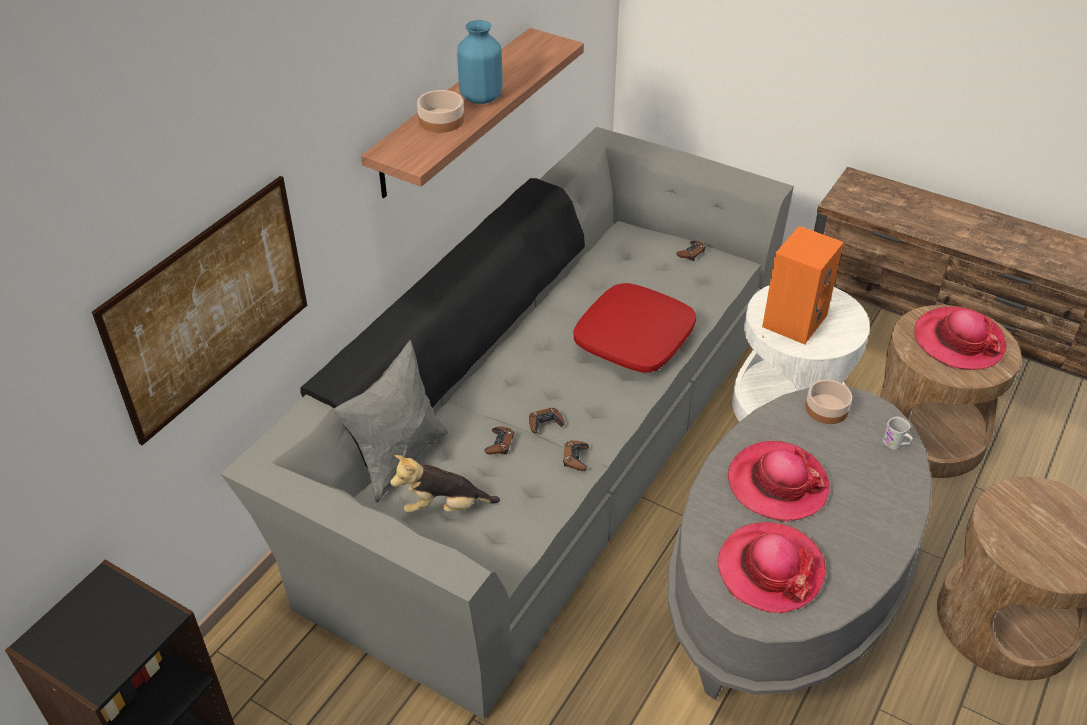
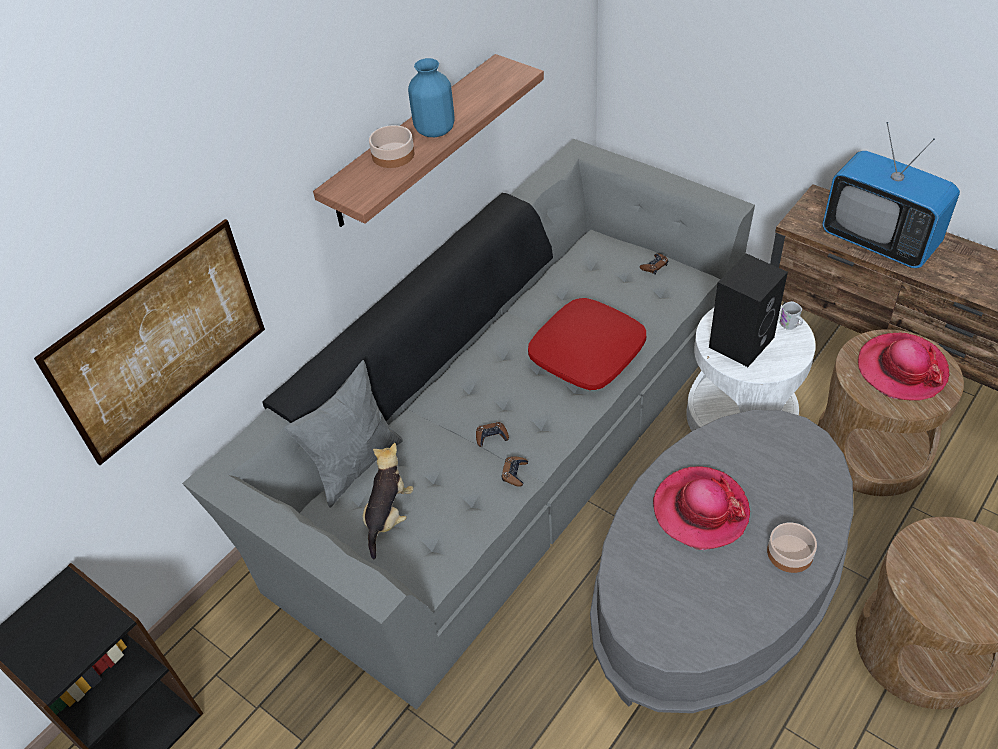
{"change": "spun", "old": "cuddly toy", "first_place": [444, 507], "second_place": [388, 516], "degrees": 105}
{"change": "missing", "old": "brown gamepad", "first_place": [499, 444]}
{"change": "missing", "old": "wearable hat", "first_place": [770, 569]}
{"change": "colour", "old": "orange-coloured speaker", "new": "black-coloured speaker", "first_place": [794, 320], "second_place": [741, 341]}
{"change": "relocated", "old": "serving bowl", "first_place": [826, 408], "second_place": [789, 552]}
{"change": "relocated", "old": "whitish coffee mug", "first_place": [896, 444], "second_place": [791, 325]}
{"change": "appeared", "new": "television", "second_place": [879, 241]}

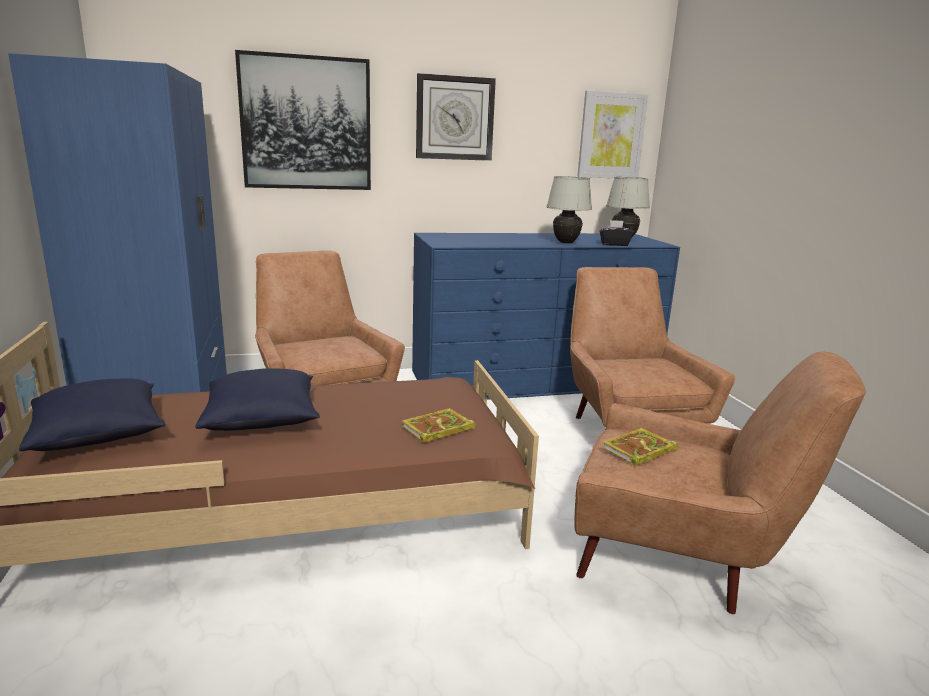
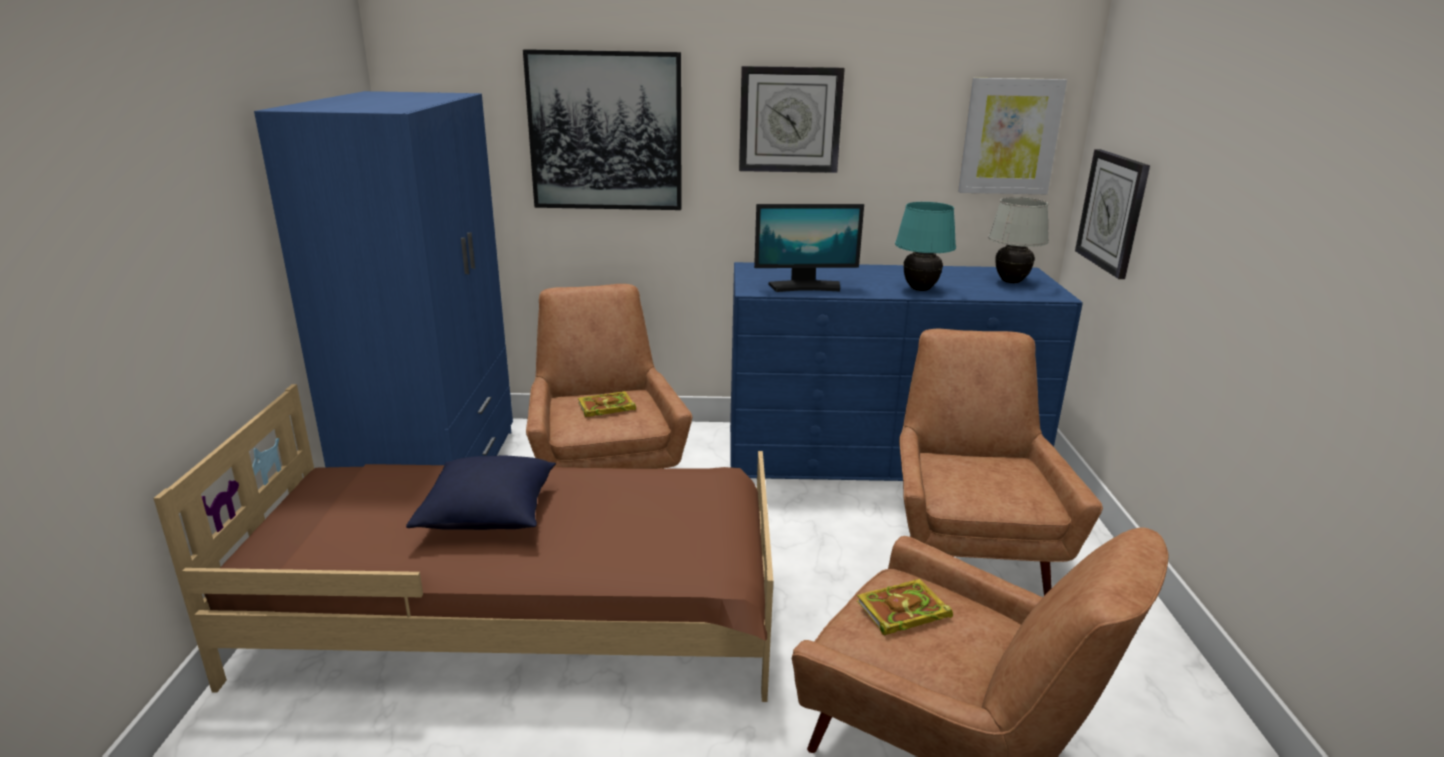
{"change": "missing", "old": "bluish cushion", "first_place": [99, 436]}
{"change": "relocated", "old": "book", "first_place": [436, 429], "second_place": [605, 408]}
{"change": "colour", "old": "whitish table lamp", "new": "turquoise-coloured table lamp", "first_place": [565, 243], "second_place": [919, 289]}
{"change": "missing", "old": "black-coloured box of tissues", "first_place": [614, 244]}
{"change": "appeared", "new": "computer display", "second_place": [805, 286]}
{"change": "appeared", "new": "wall clock", "second_place": [1112, 212]}

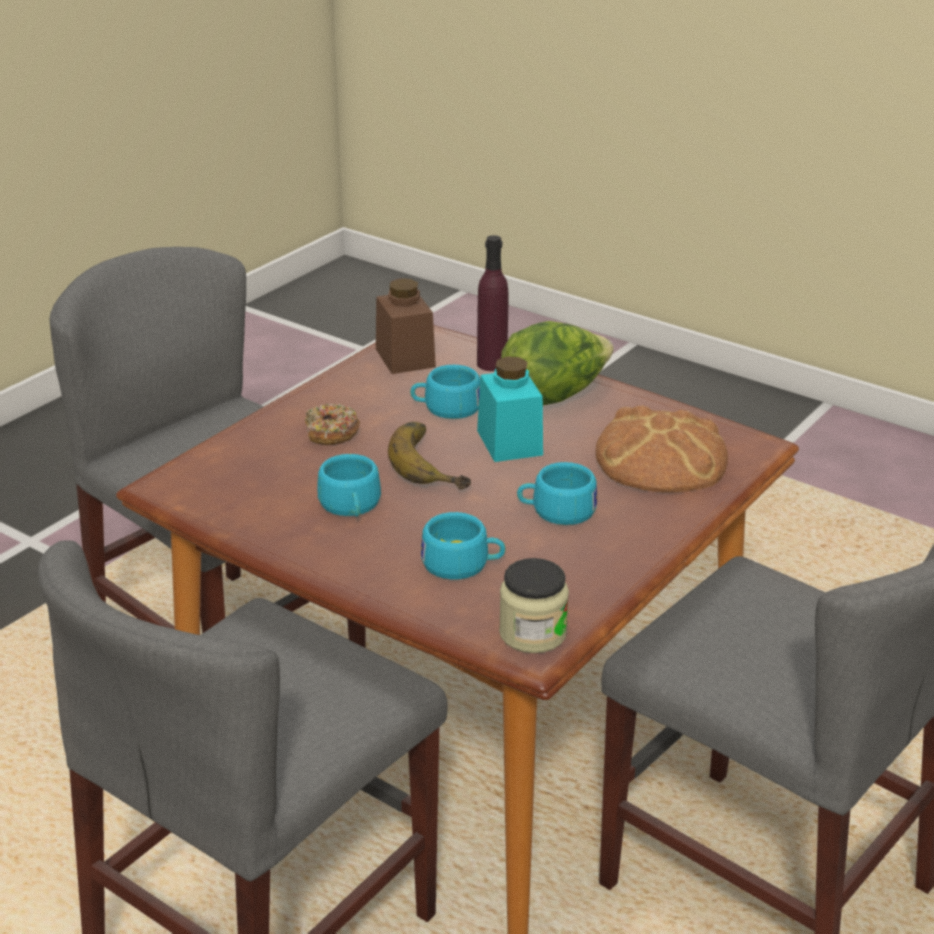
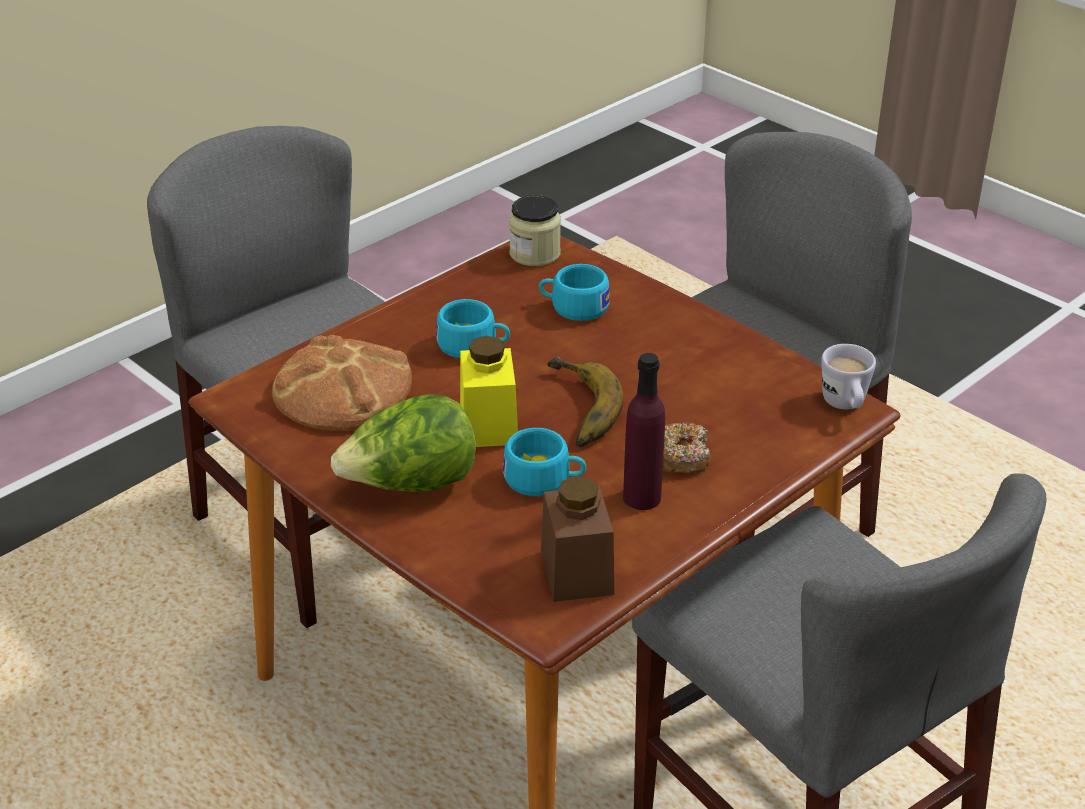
{"change": "missing", "old": "turquoise-coloured cup", "first_place": [351, 507]}
{"change": "relocated", "old": "purple-coloured beverage bottle", "first_place": [492, 364], "second_place": [642, 497]}
{"change": "colour", "old": "turquoise-coloured storage jar", "new": "yellow storage jar", "first_place": [509, 443], "second_place": [488, 425]}
{"change": "appeared", "new": "whitish coffee mug", "second_place": [845, 406]}

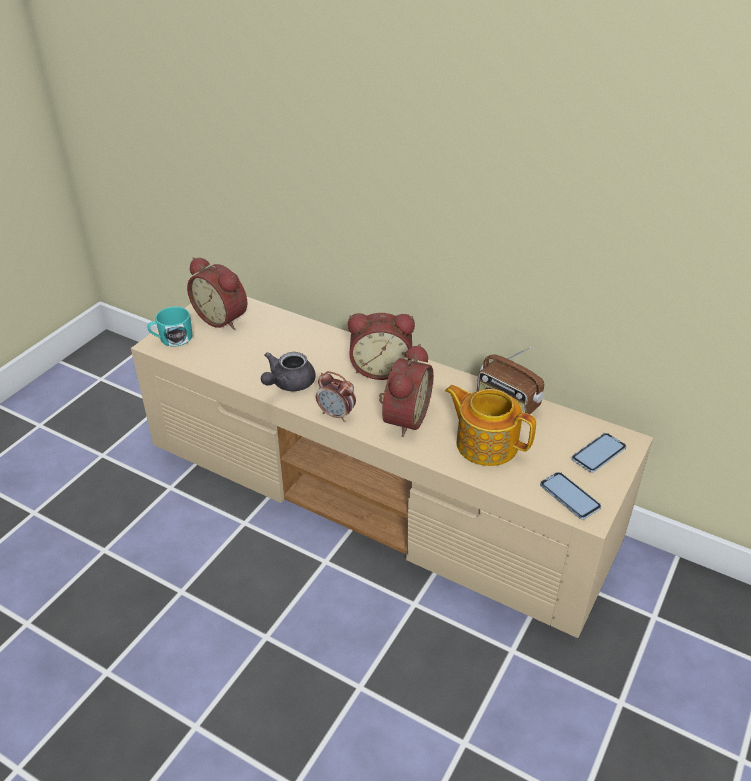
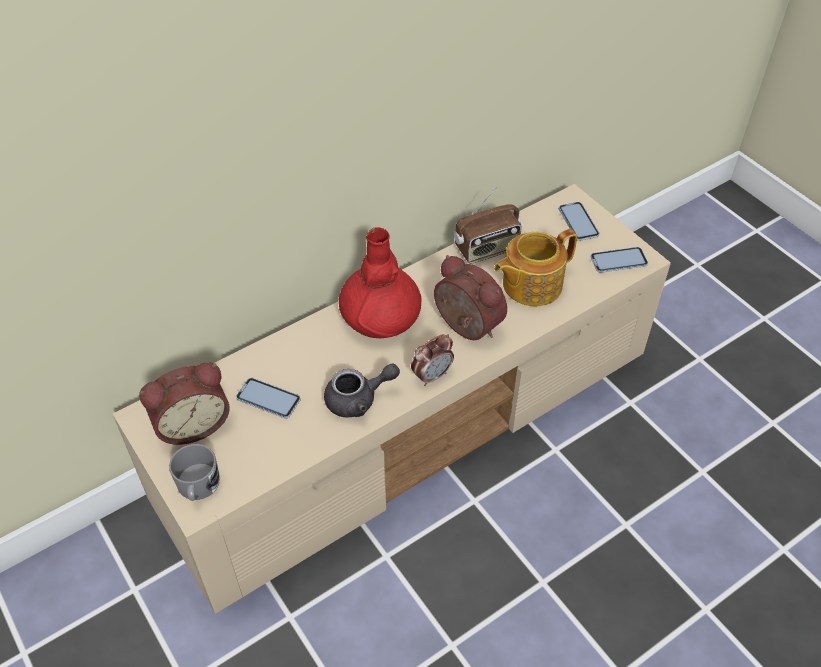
{"change": "colour", "old": "turquoise-coloured coffee mug", "new": "grey coffee mug", "first_place": [172, 338], "second_place": [198, 487]}
{"change": "spun", "old": "grey pot for tea", "first_place": [288, 384], "second_place": [358, 399], "degrees": -75}
{"change": "exchanged", "old": "alarm clock", "new": "reddish flower vase", "first_place": [381, 368], "second_place": [380, 316]}
{"change": "appeared", "new": "handset", "second_place": [268, 399]}

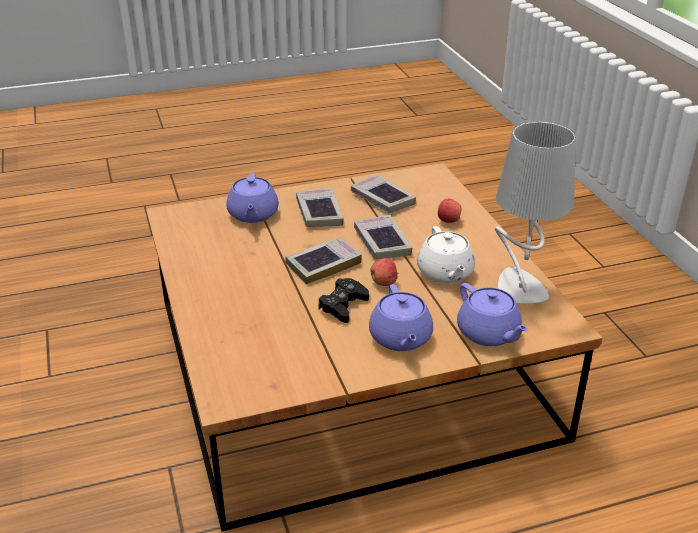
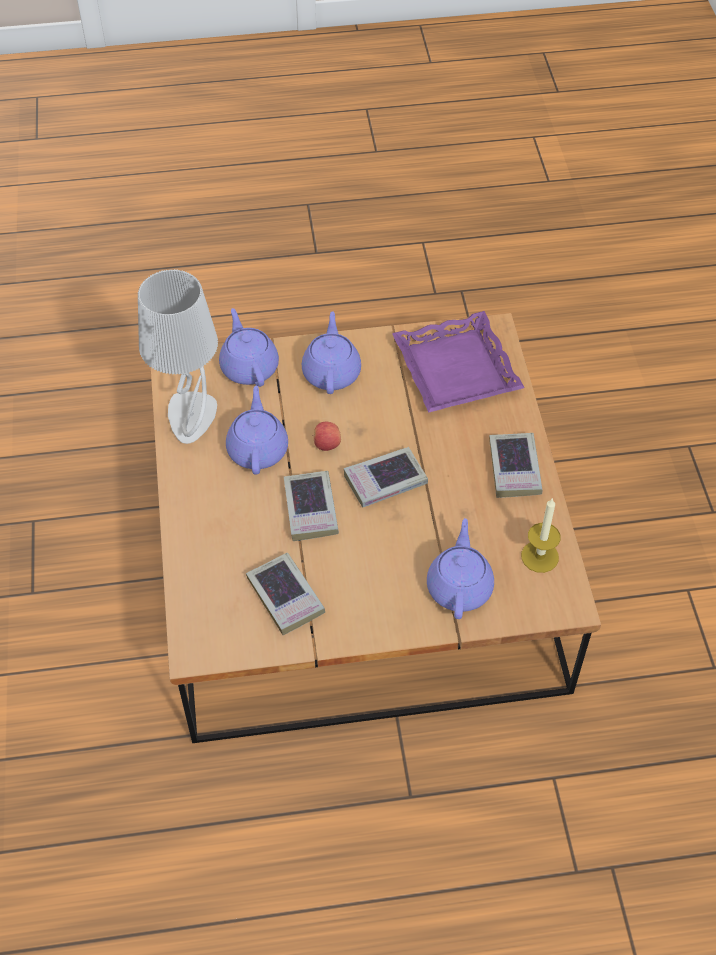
{"change": "relocated", "old": "book", "first_place": [319, 213], "second_place": [514, 468]}
{"change": "missing", "old": "black-coloured gamepad", "first_place": [343, 305]}
{"change": "colour", "old": "whitish pot for tea", "new": "purple-coloured pot for tea", "first_place": [445, 273], "second_place": [258, 449]}
{"change": "missing", "old": "apple", "first_place": [448, 221]}
{"change": "appeared", "new": "purple-coloured serving tray", "second_place": [455, 369]}
{"change": "appeared", "new": "wax light", "second_place": [539, 556]}

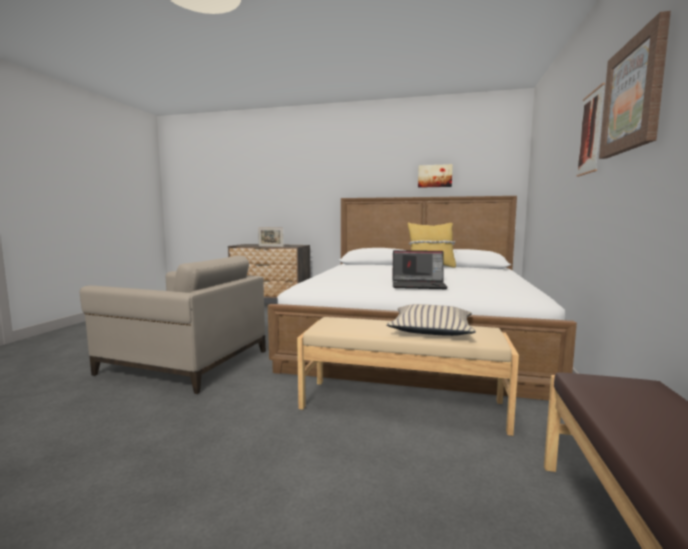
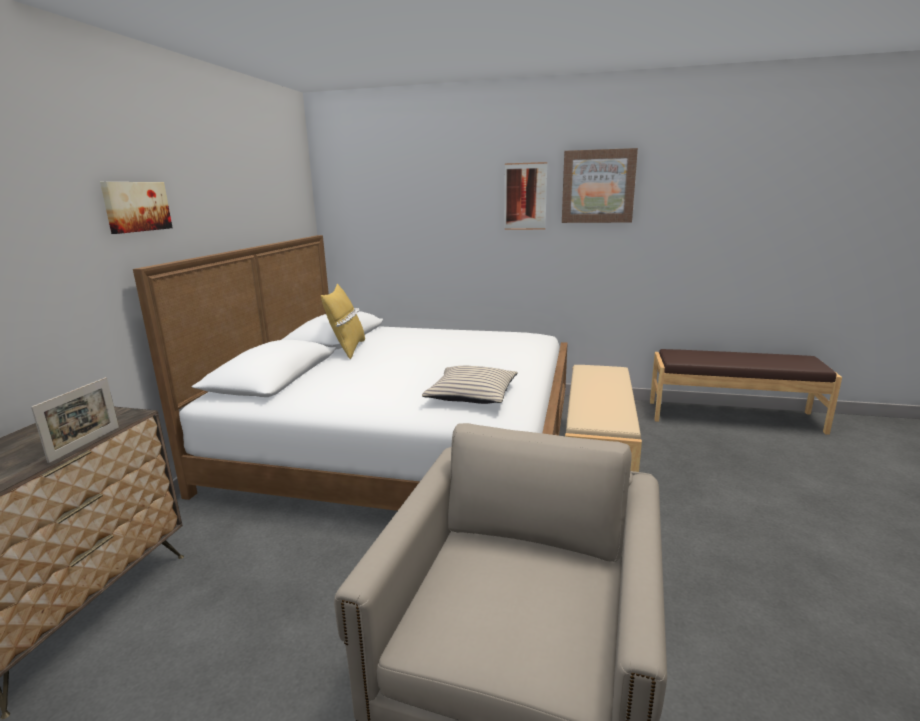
{"change": "relocated", "old": "beige-coloured cushion", "first_place": [431, 330], "second_place": [471, 395]}
{"change": "missing", "old": "notebook computer", "first_place": [419, 285]}
{"change": "relocated", "old": "picture", "first_place": [435, 176], "second_place": [136, 206]}

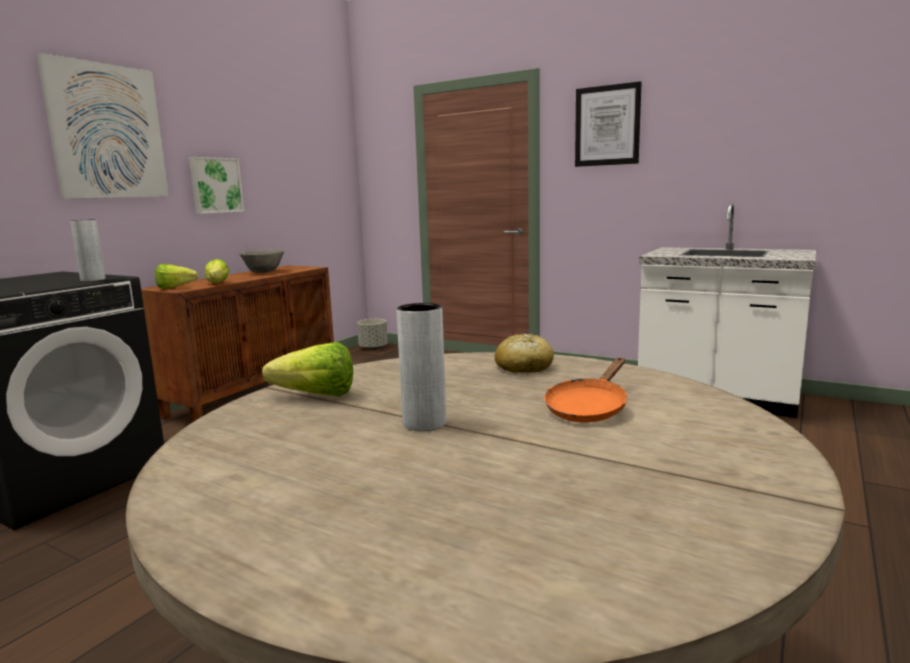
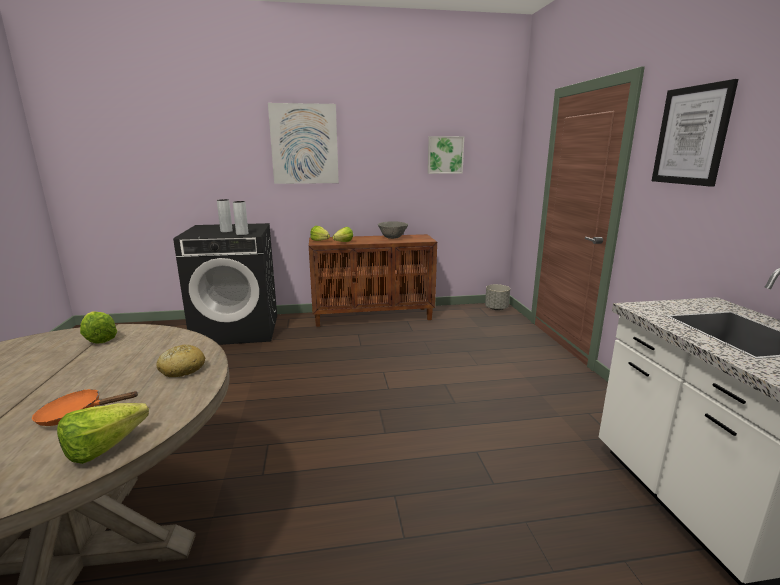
{"change": "relocated", "old": "picture", "first_place": [215, 185], "second_place": [445, 155]}
{"change": "relocated", "old": "grey flower vase", "first_place": [424, 423], "second_place": [226, 231]}
{"change": "appeared", "new": "head of lettuce", "second_place": [112, 445]}

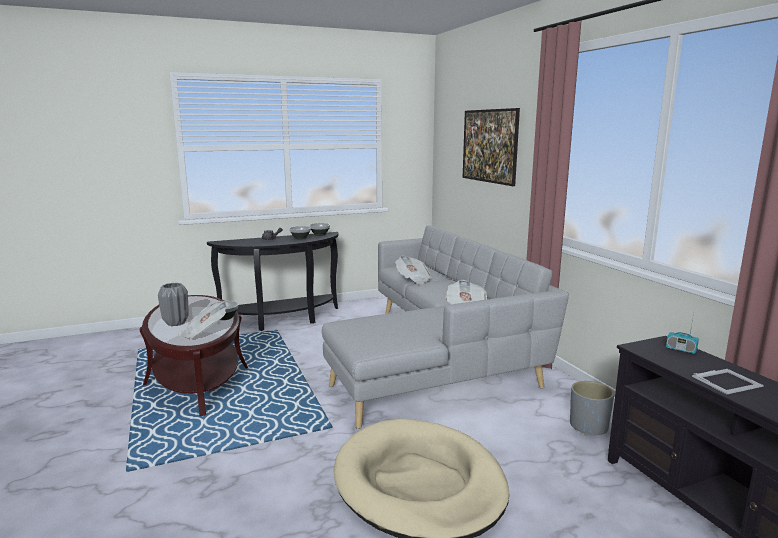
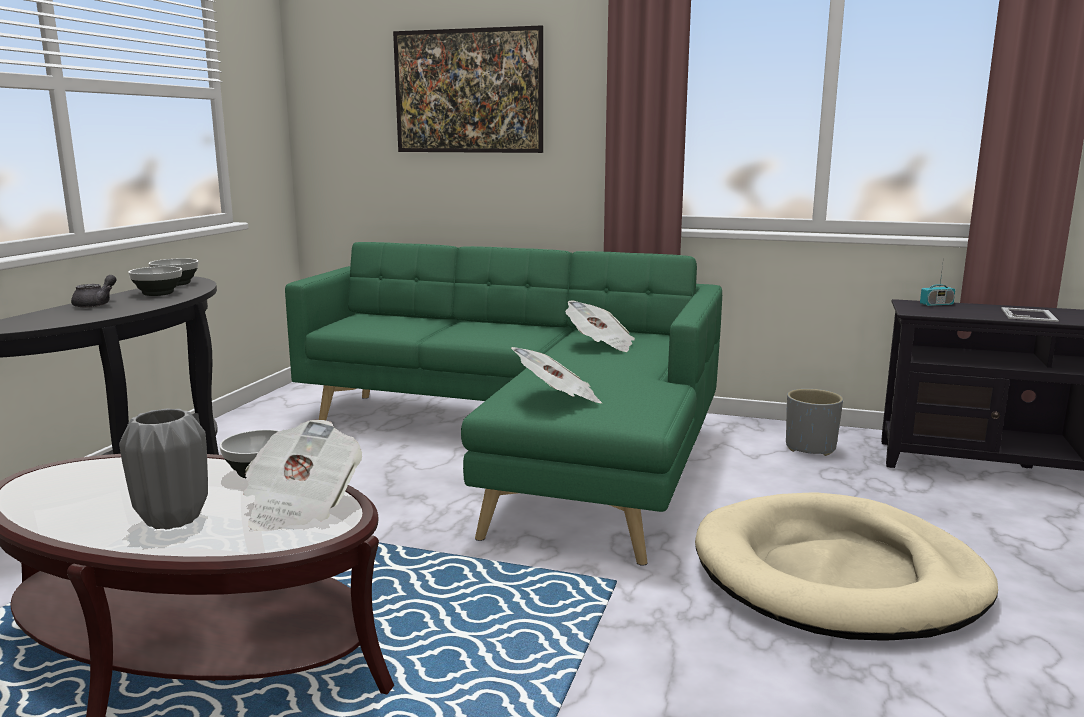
{"change": "colour", "old": "grey sofa", "new": "greenish sofa", "first_place": [437, 358], "second_place": [527, 447]}
{"change": "relocated", "old": "printed paper", "first_place": [413, 279], "second_place": [558, 398]}

